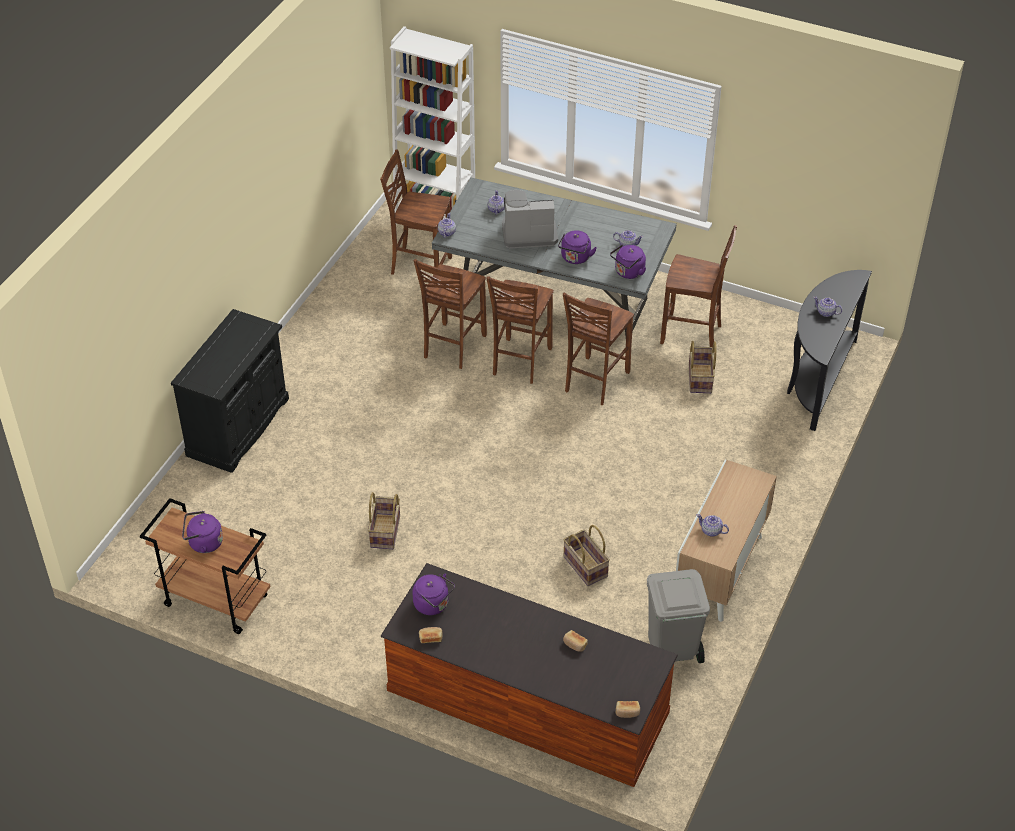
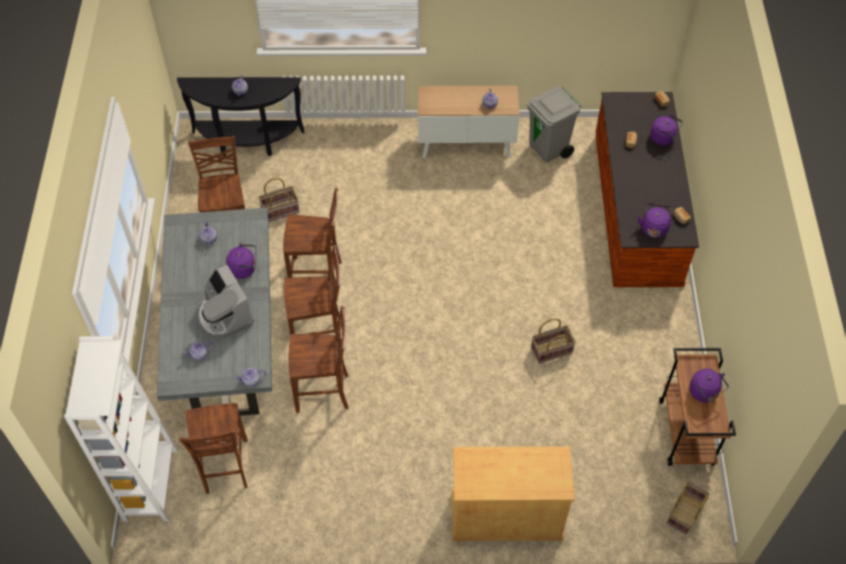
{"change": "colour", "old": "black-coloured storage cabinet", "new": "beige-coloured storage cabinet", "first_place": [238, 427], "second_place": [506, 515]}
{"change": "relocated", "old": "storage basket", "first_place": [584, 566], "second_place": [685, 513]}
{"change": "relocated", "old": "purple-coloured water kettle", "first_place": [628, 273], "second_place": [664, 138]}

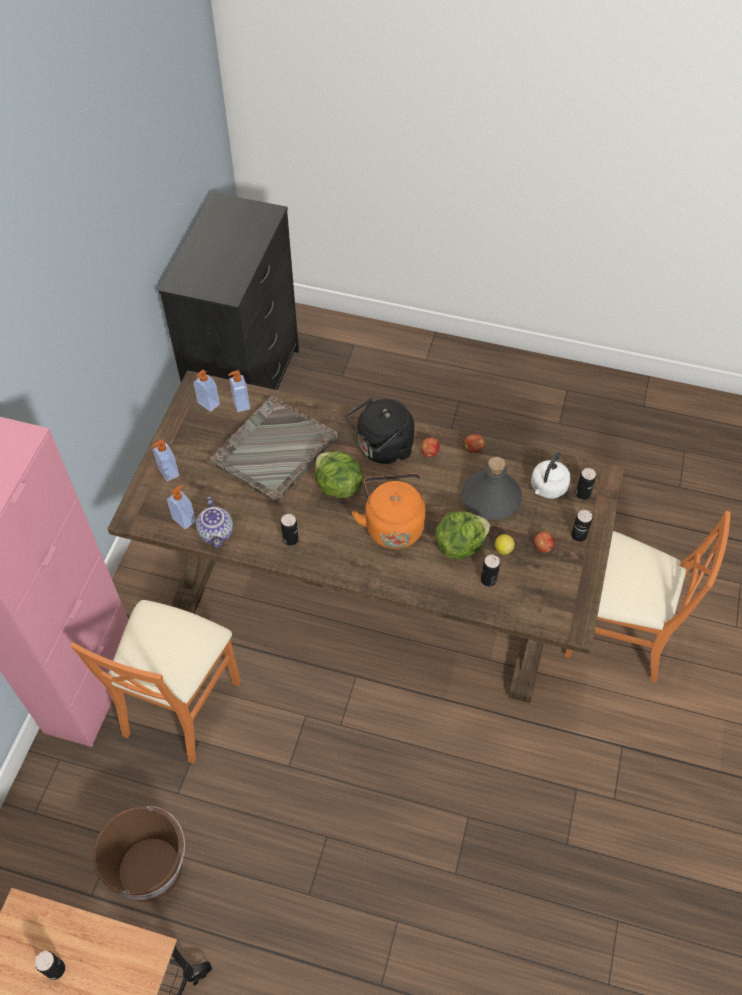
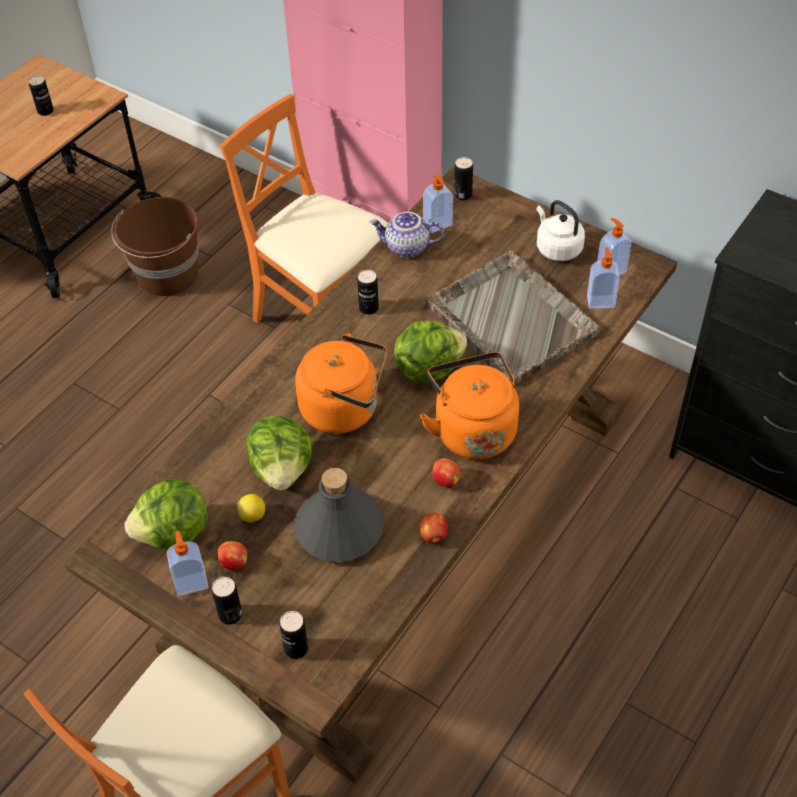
{"change": "relocated", "old": "soap dispenser", "first_place": [168, 472], "second_place": [191, 582]}
{"change": "colour", "old": "black-coloured water kettle", "new": "orange-coloured water kettle", "first_place": [382, 448], "second_place": [472, 429]}
{"change": "relocated", "old": "metal can", "first_place": [488, 580], "second_place": [463, 195]}
{"change": "relocated", "old": "whitish water kettle", "first_place": [547, 488], "second_place": [557, 248]}
{"change": "appeared", "new": "head of lettuce", "second_place": [174, 534]}

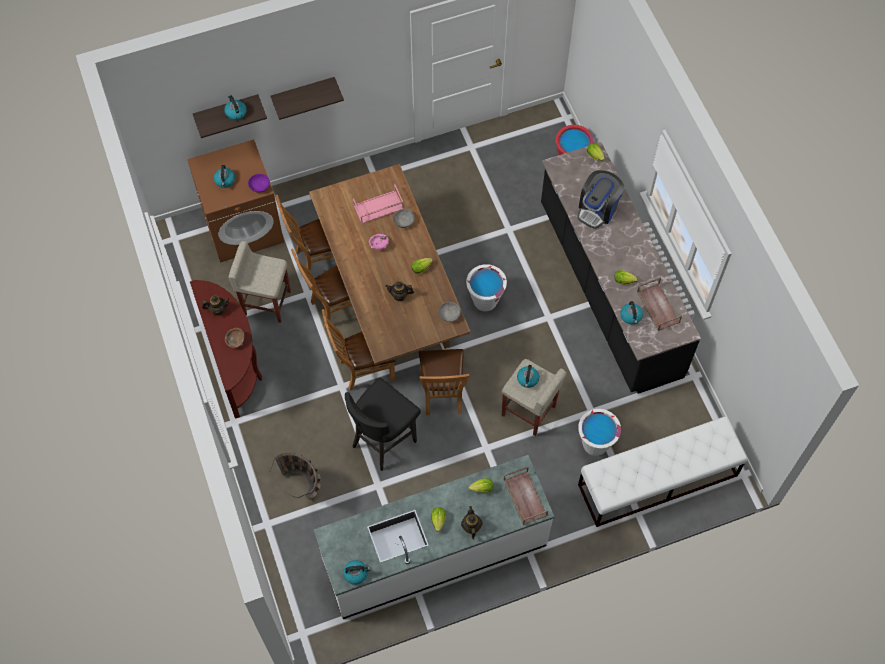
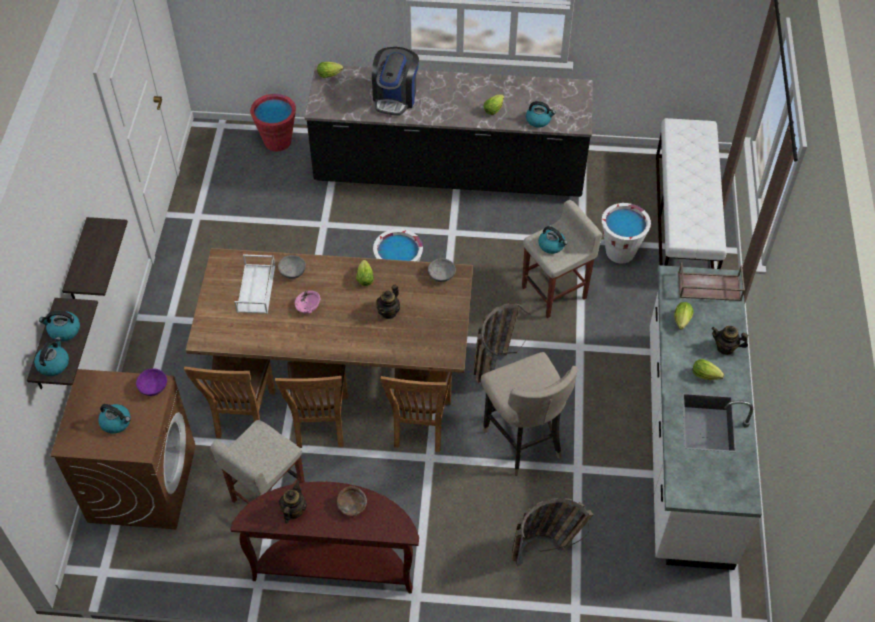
{"change": "relocated", "old": "water kettle", "first_place": [356, 573], "second_place": [53, 364]}
{"change": "colour", "old": "black-coloured stool seat", "new": "beige-coloured stool seat", "first_place": [383, 441], "second_place": [523, 441]}
{"change": "colour", "old": "pink serving tray", "new": "whitish serving tray", "first_place": [378, 207], "second_place": [256, 289]}
{"change": "exchanged", "old": "brown chair", "new": "storage basket", "first_place": [442, 396], "second_place": [495, 362]}
{"change": "spun", "old": "coffee machine", "first_place": [598, 209], "second_place": [395, 97], "degrees": 45}
{"change": "missing", "old": "brown serving tray", "first_place": [657, 306]}

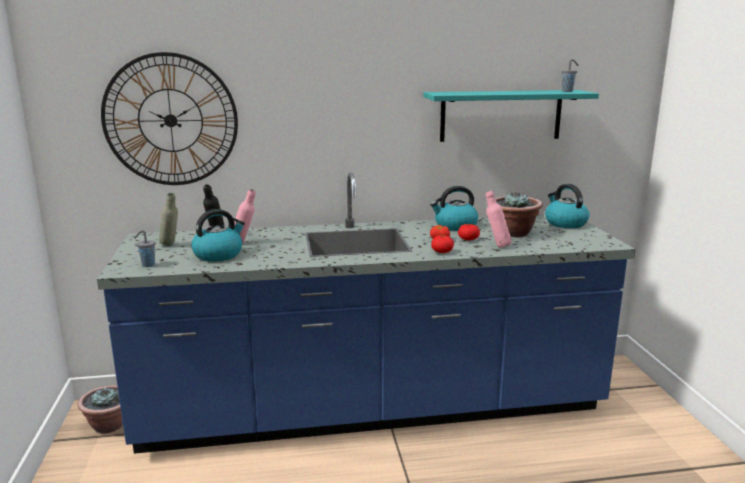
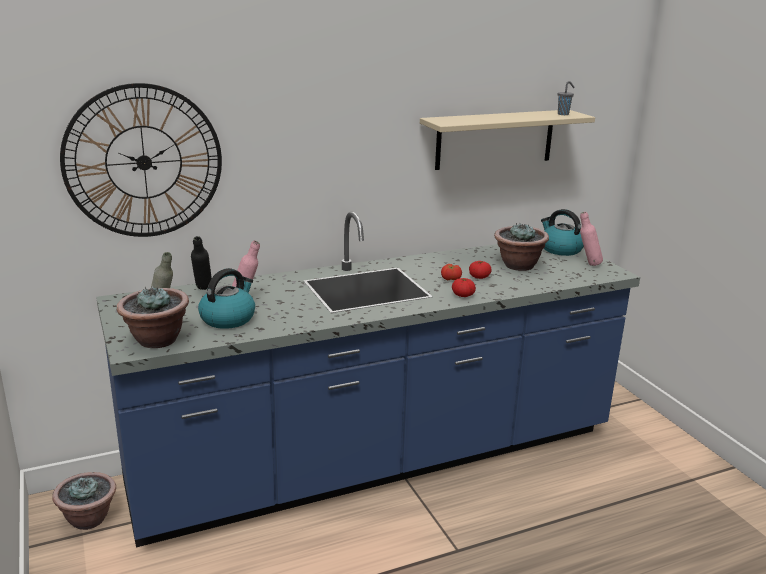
{"change": "exchanged", "old": "grey cup", "new": "houseplant", "first_place": [147, 265], "second_place": [156, 340]}
{"change": "colour", "old": "turquoise-coloured wall shelf", "new": "beige-coloured wall shelf", "first_place": [501, 115], "second_place": [495, 139]}
{"change": "missing", "old": "water kettle", "first_place": [455, 226]}
{"change": "relocated", "old": "pink beverage bottle", "first_place": [496, 246], "second_place": [587, 264]}

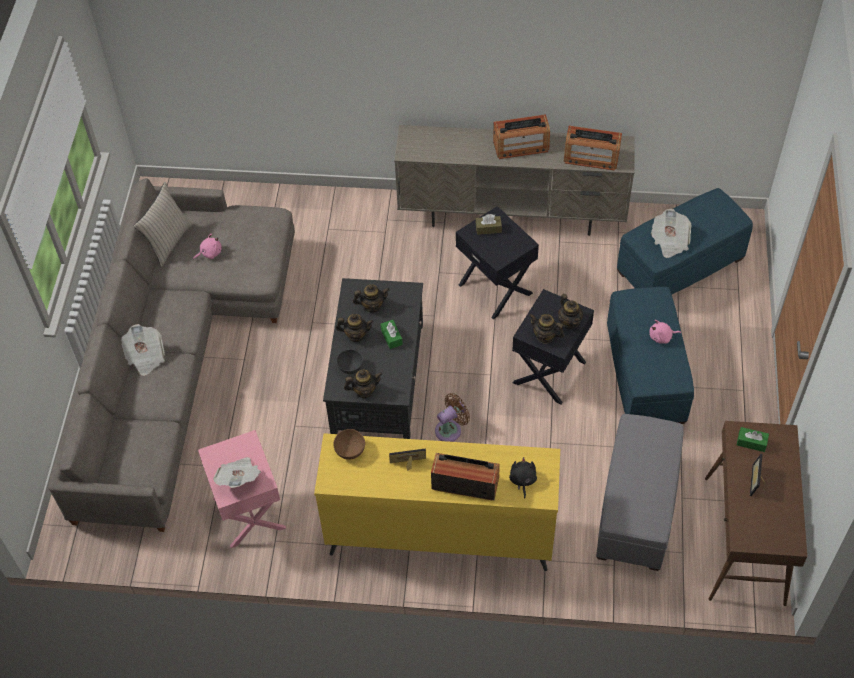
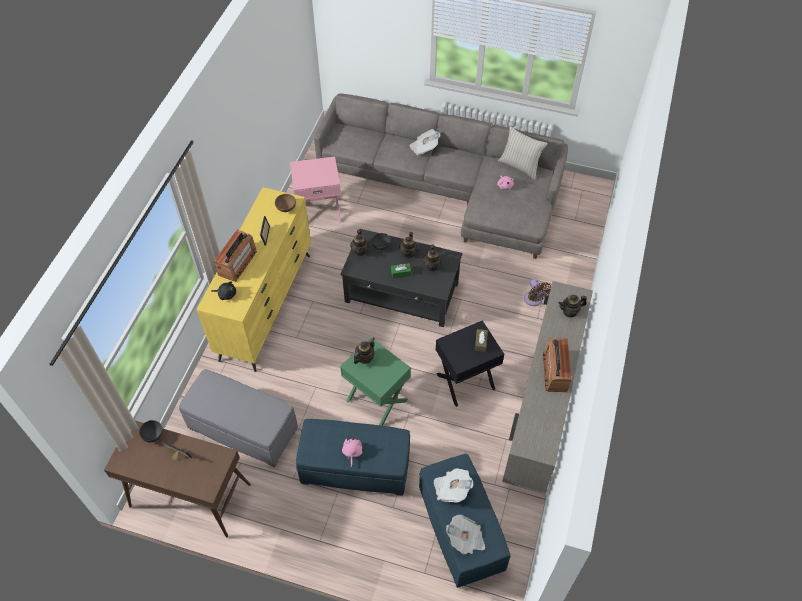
{"change": "relocated", "old": "printed paper", "first_place": [239, 478], "second_place": [465, 539]}
{"change": "relocated", "old": "brown cooling fan", "first_place": [450, 429], "second_place": [534, 300]}
{"change": "colour", "old": "black-coloured side table", "new": "greenish side table", "first_place": [550, 373], "second_place": [376, 401]}
{"change": "relocated", "old": "pot for tea", "first_place": [569, 322], "second_place": [570, 312]}
{"change": "missing", "old": "radio set", "first_place": [591, 157]}
{"change": "missing", "old": "greenish box of tissues", "first_place": [751, 442]}
{"change": "appeared", "new": "grey serving bowl", "second_place": [153, 435]}

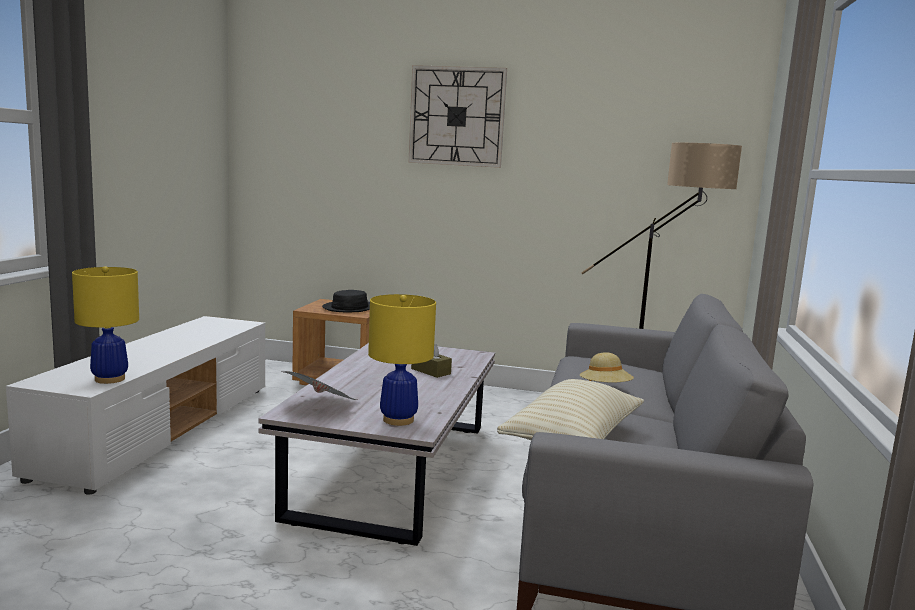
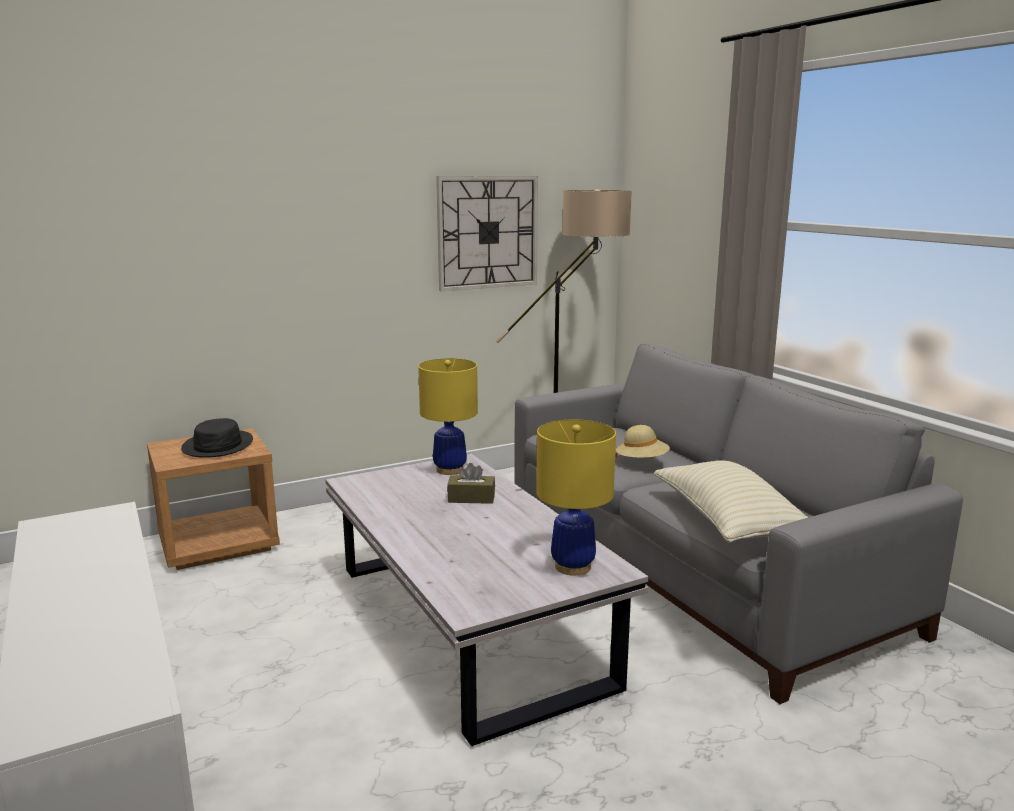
{"change": "relocated", "old": "yellow table lamp", "first_place": [109, 379], "second_place": [450, 470]}
{"change": "missing", "old": "printed paper", "first_place": [322, 406]}
{"change": "relocated", "old": "wall clock", "first_place": [457, 116], "second_place": [487, 232]}

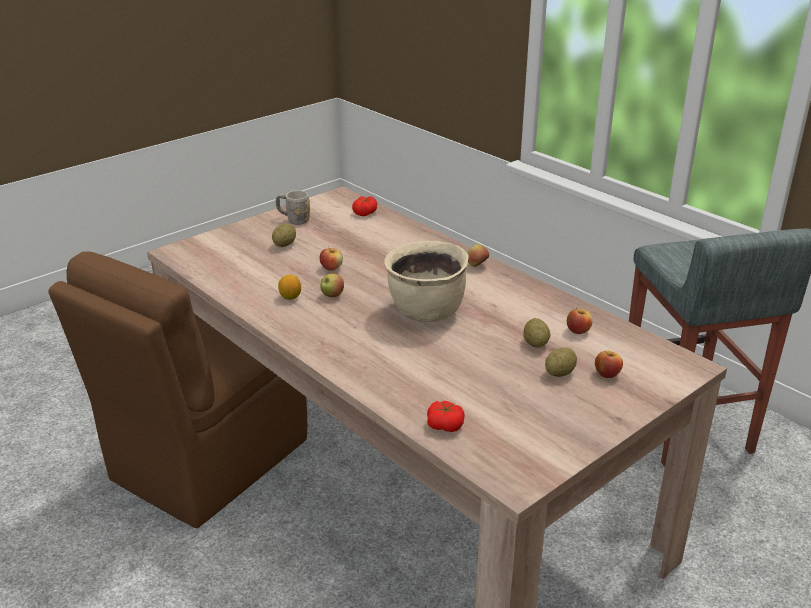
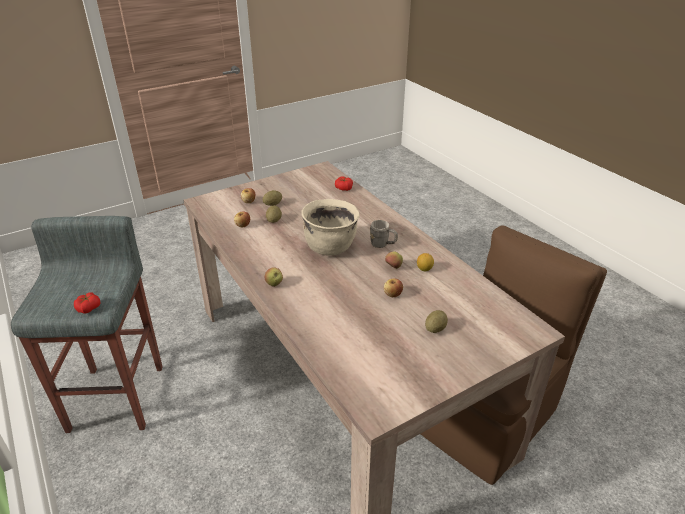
{"change": "relocated", "old": "grey coffee mug", "first_place": [293, 220], "second_place": [383, 244]}
{"change": "relocated", "old": "whole tomato", "first_place": [365, 213], "second_place": [88, 308]}

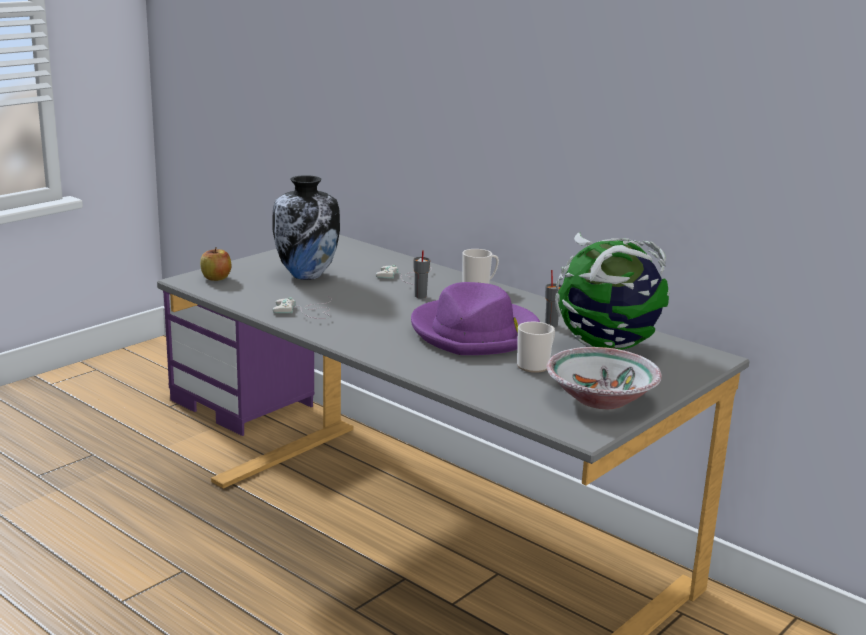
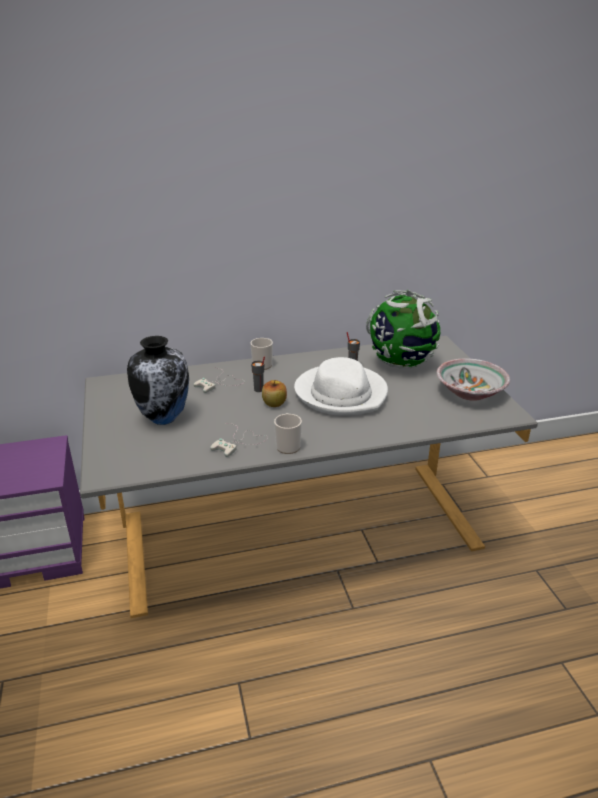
{"change": "relocated", "old": "apple", "first_place": [216, 278], "second_place": [274, 403]}
{"change": "colour", "old": "purple-coloured wearable hat", "new": "whitish wearable hat", "first_place": [476, 332], "second_place": [341, 393]}
{"change": "relocated", "old": "coffee mug", "first_place": [536, 365], "second_place": [288, 445]}

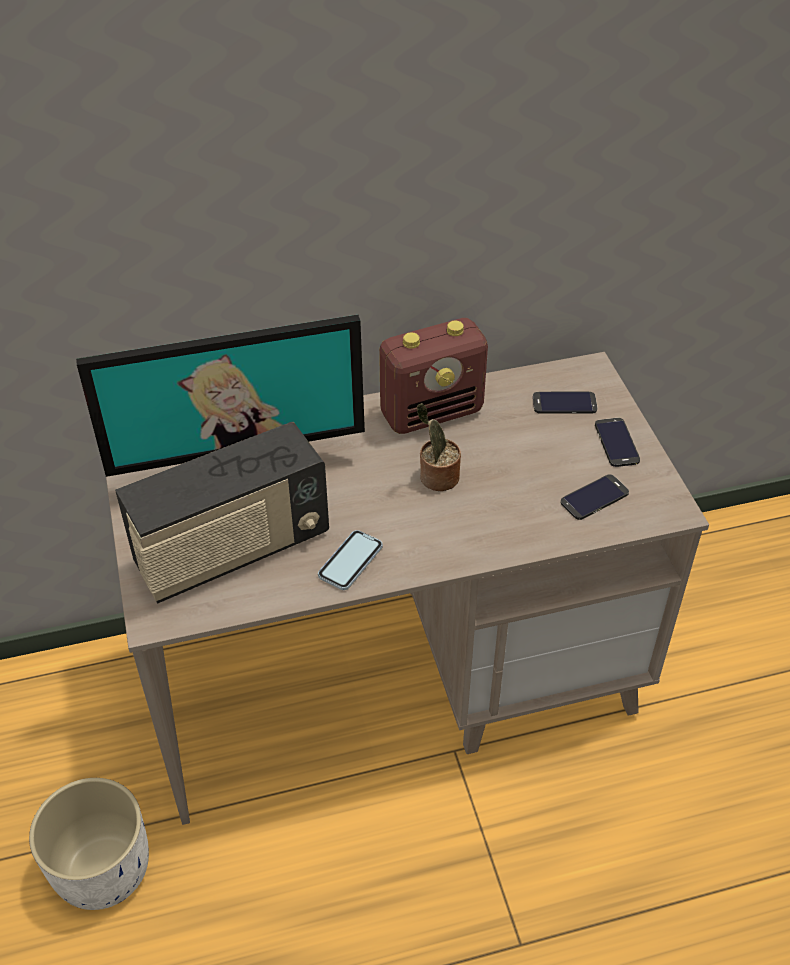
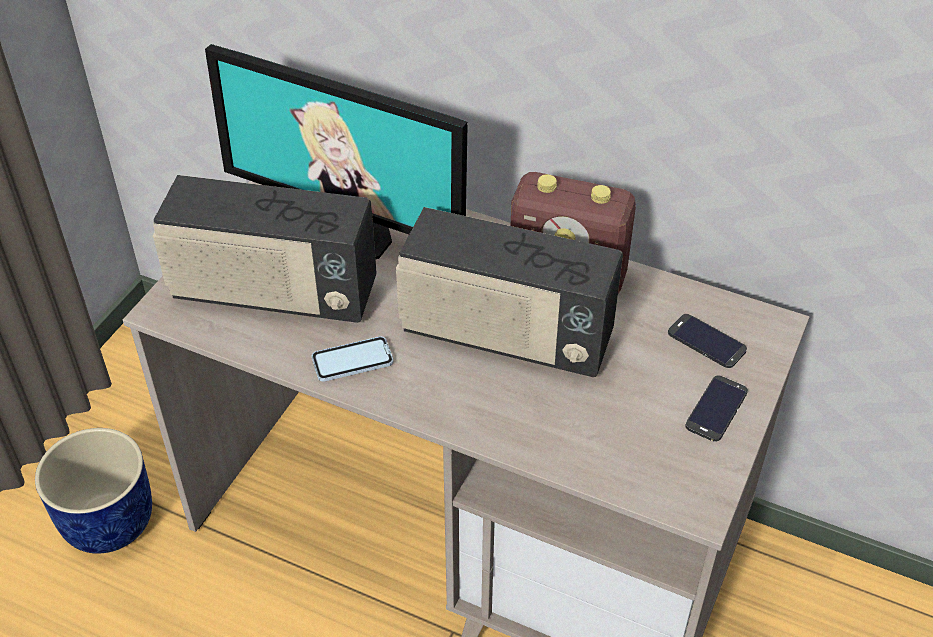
{"change": "colour", "old": "whitish planter", "new": "bluish planter", "first_place": [102, 868], "second_place": [109, 520]}
{"change": "exchanged", "old": "houseplant", "new": "radio set", "first_place": [436, 478], "second_place": [505, 336]}
{"change": "missing", "old": "handset", "first_place": [594, 497]}

